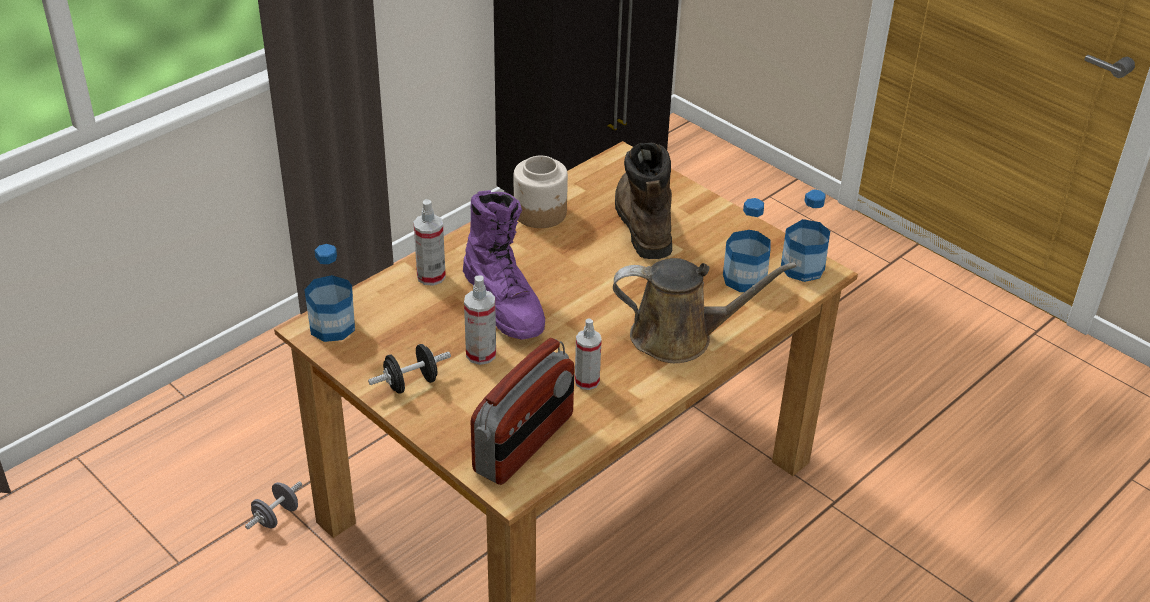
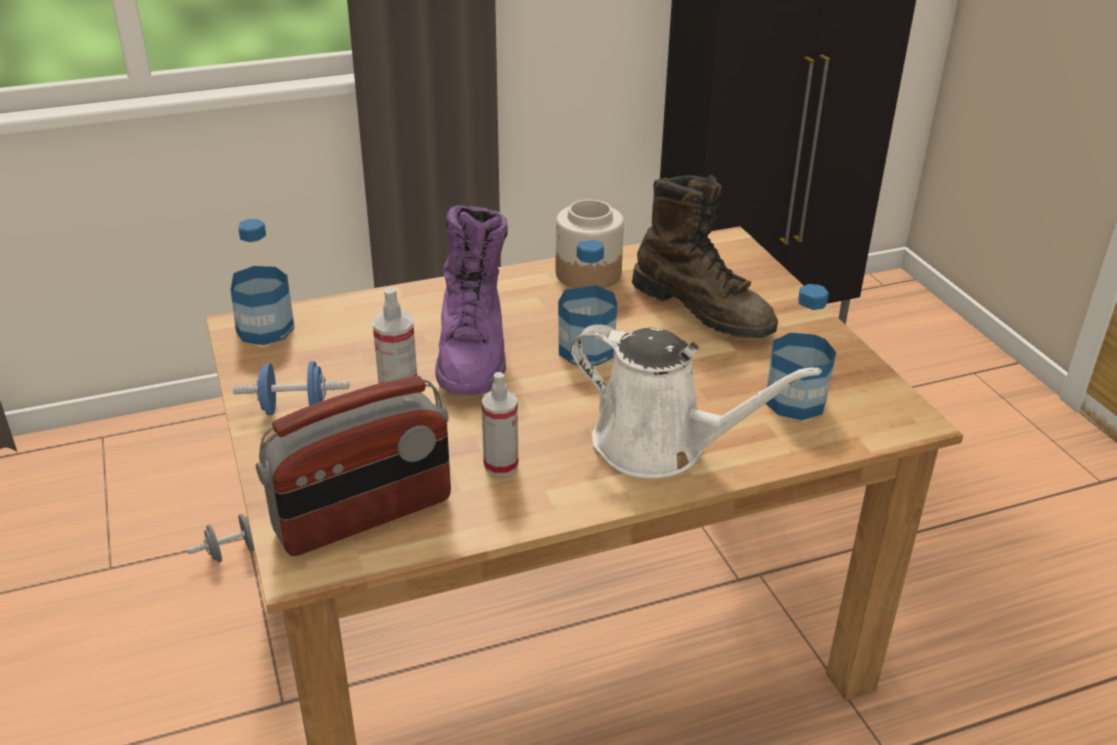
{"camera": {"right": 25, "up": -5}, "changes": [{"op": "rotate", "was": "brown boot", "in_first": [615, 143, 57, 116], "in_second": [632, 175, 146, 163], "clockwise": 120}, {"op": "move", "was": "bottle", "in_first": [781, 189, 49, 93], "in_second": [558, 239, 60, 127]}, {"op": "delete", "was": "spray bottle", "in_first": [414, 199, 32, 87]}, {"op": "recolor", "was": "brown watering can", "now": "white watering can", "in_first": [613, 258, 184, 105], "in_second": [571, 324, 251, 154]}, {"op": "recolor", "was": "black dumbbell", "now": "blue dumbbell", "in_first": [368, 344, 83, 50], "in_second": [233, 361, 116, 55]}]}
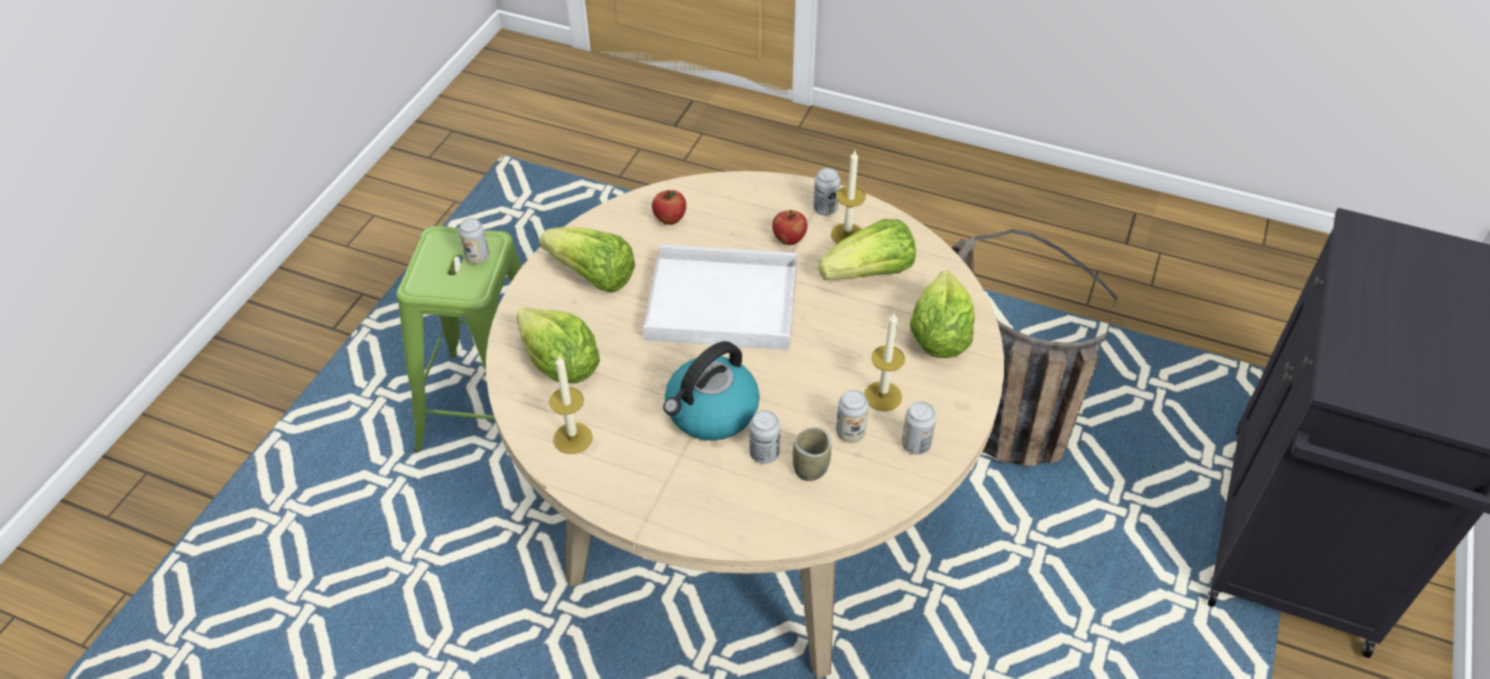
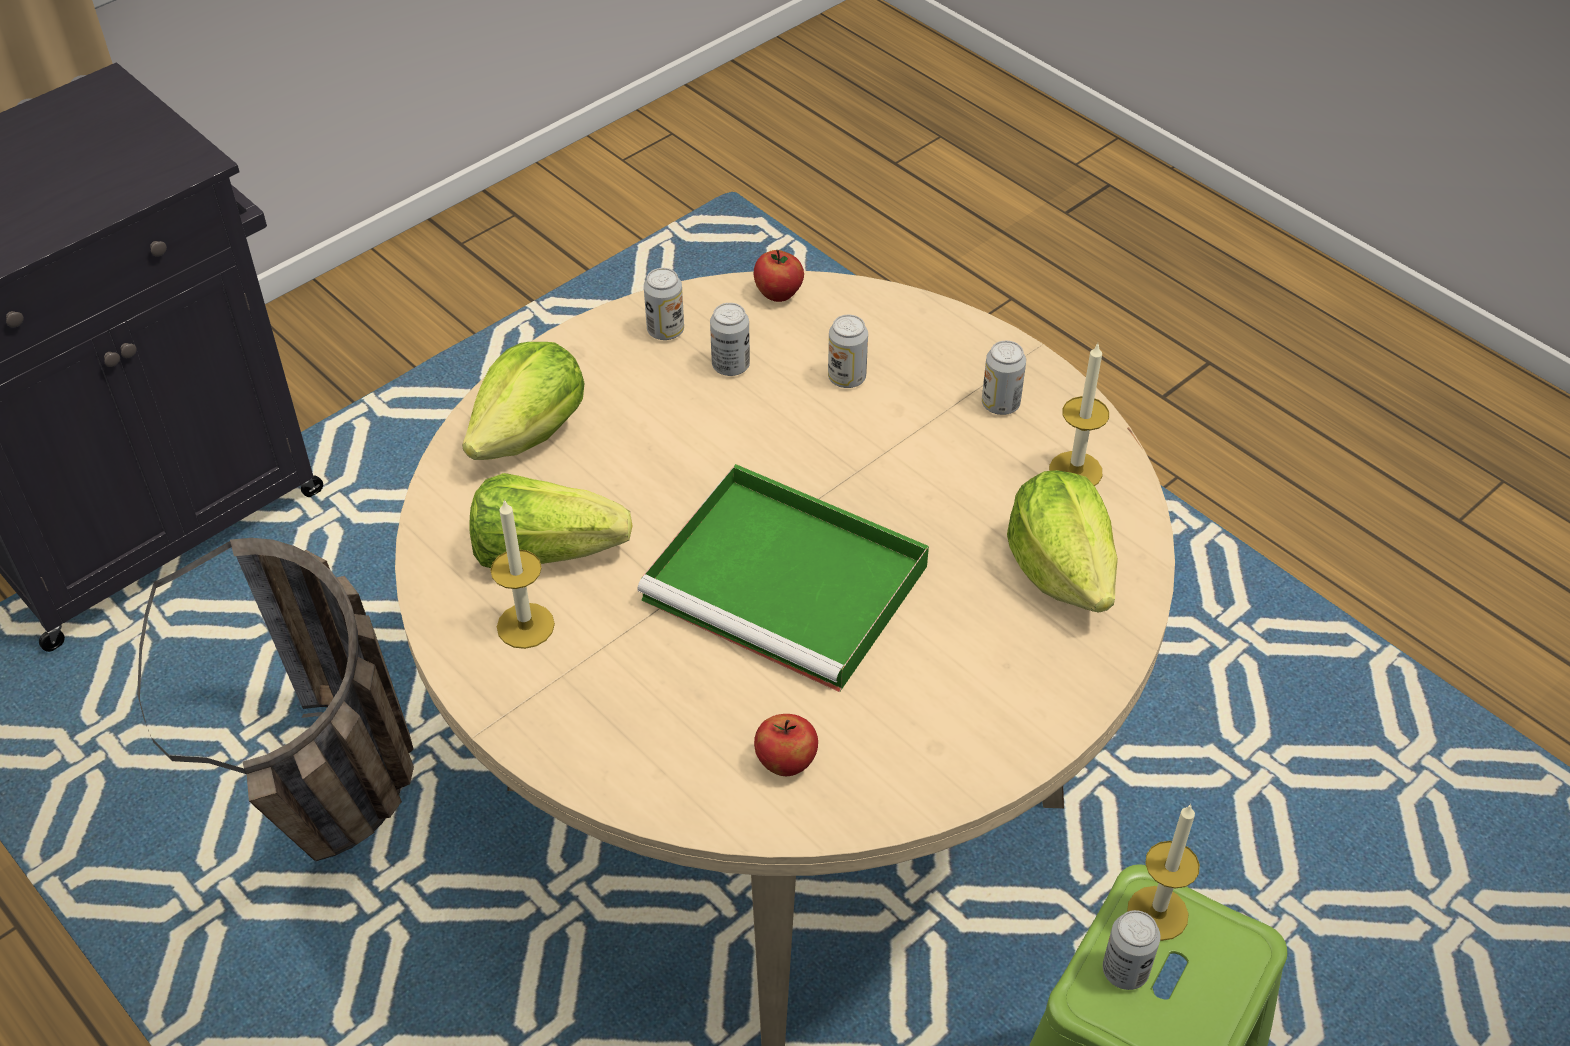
{"camera": {"right": -155, "up": 0}, "changes": [{"op": "move", "was": "can", "in_first": [813, 168, 27, 48], "in_second": [982, 341, 44, 74]}, {"op": "move", "was": "apple", "in_first": [772, 210, 35, 35], "in_second": [754, 250, 50, 52]}, {"op": "delete", "was": "lettuce", "in_first": [539, 227, 96, 65]}, {"op": "recolor", "was": "white tray", "now": "green tray", "in_first": [643, 244, 154, 106], "in_second": [637, 464, 292, 228]}, {"op": "move", "was": "candle", "in_first": [864, 313, 41, 98], "in_second": [1127, 804, 73, 137]}, {"op": "delete", "was": "kettle", "in_first": [663, 341, 97, 100]}, {"op": "delete", "was": "cup", "in_first": [792, 427, 39, 54]}]}
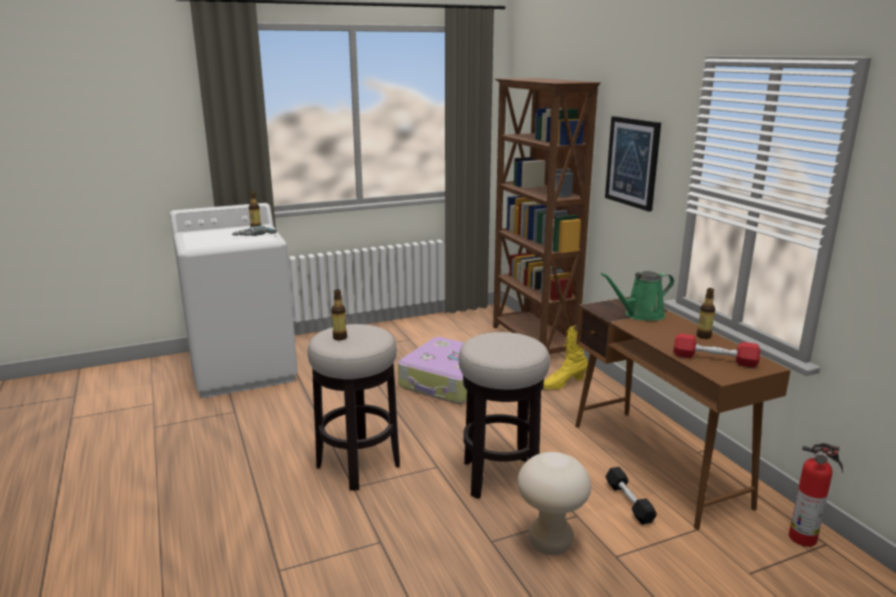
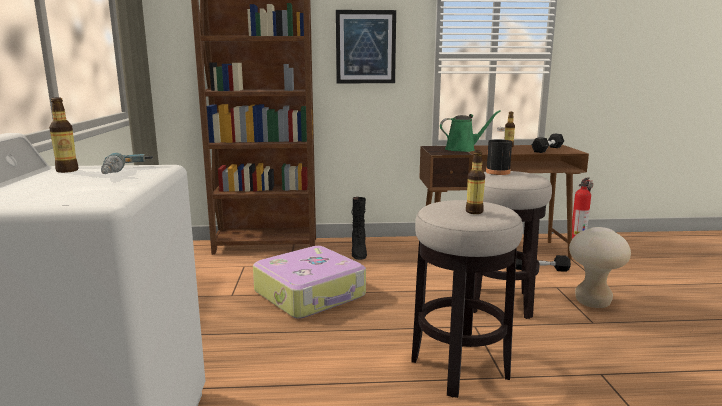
{"camera": {"right": -70, "up": -5}, "changes": [{"op": "rotate", "was": "green watering can", "in_first": [601, 271, 73, 50], "in_second": [440, 110, 61, 42], "clockwise": -105}, {"op": "recolor", "was": "yellow boot", "now": "black boot", "in_first": [543, 325, 45, 65], "in_second": [352, 197, 15, 63]}, {"op": "recolor", "was": "red dumbbell", "now": "black dumbbell", "in_first": [673, 333, 88, 34], "in_second": [532, 134, 32, 19]}, {"op": "insert", "now": "black bottle", "in_second": [486, 127, 26, 48]}]}
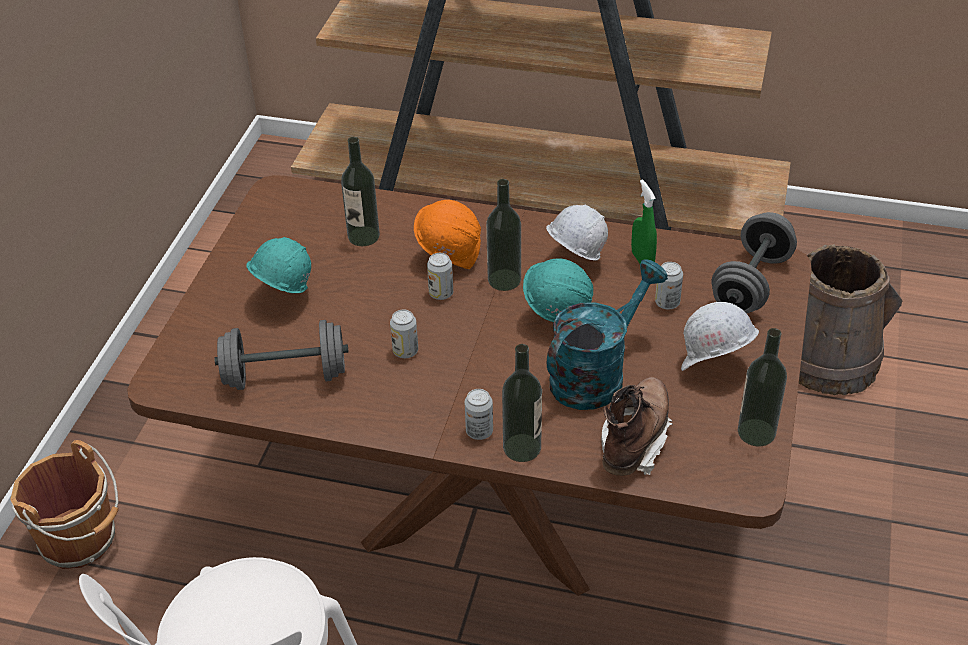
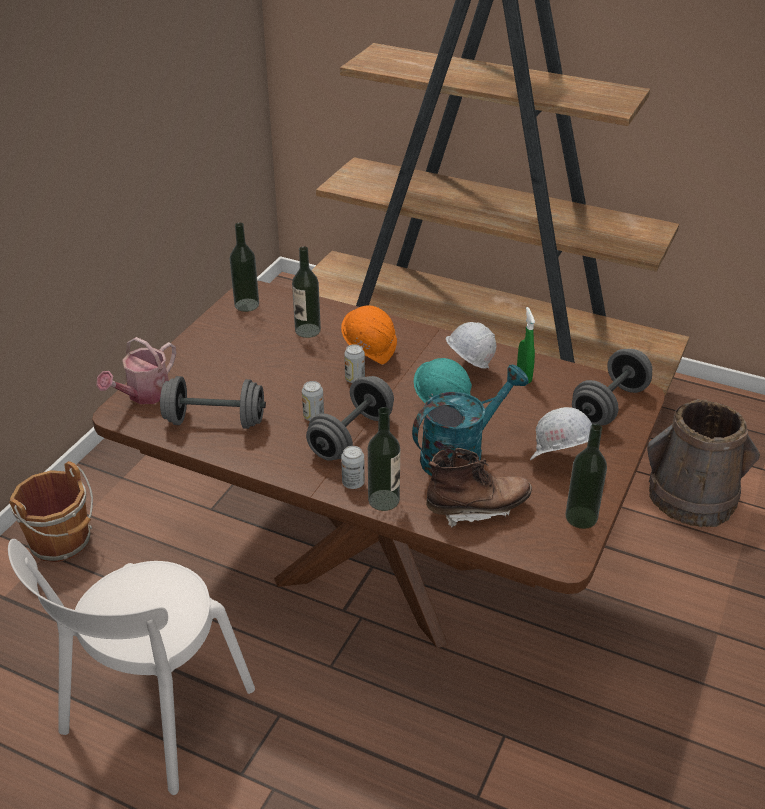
{"camera": {"right": 10, "up": -5}, "changes": [{"op": "move", "was": "bottle", "in_first": [486, 179, 35, 112], "in_second": [230, 223, 29, 89]}, {"op": "delete", "was": "turquoise hard hat", "in_first": [246, 237, 65, 56]}, {"op": "delete", "was": "can", "in_first": [655, 262, 28, 47]}, {"op": "rotate", "was": "brown boot", "in_first": [601, 377, 72, 99], "in_second": [426, 448, 106, 80], "clockwise": 45}, {"op": "insert", "now": "watering can", "in_second": [97, 337, 79, 67]}, {"op": "insert", "now": "grey dumbbell", "in_second": [306, 376, 88, 85]}]}
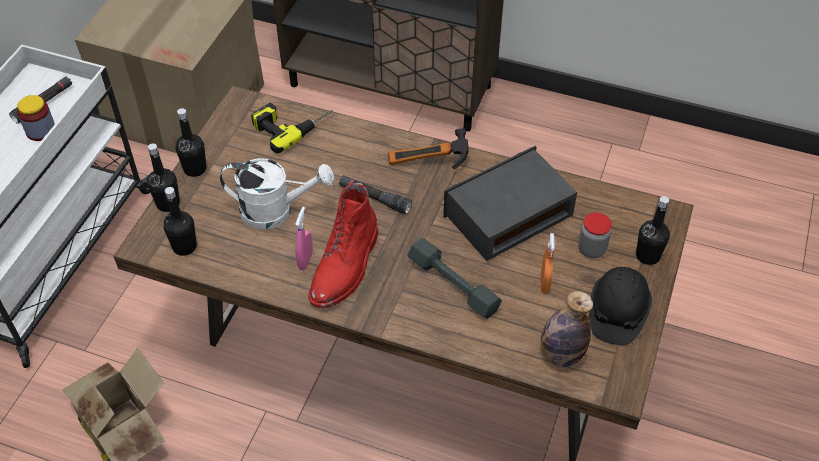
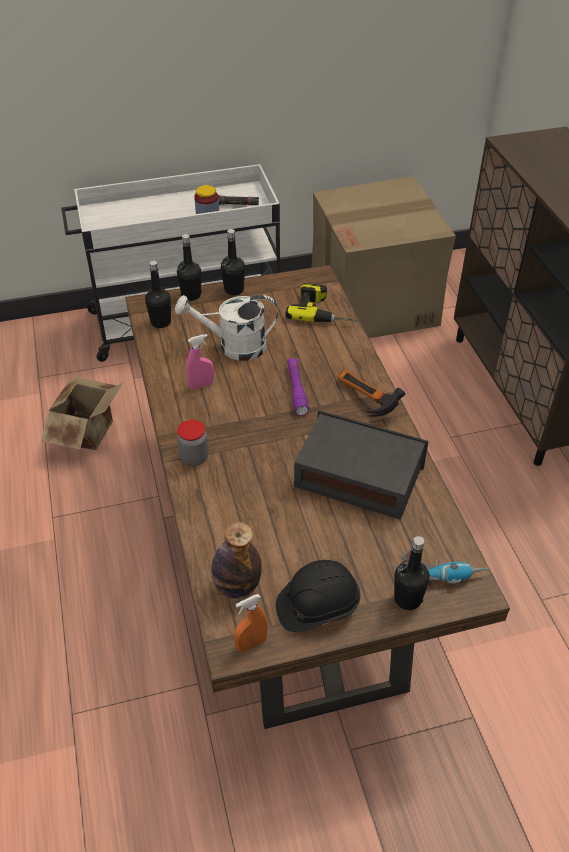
{"camera": {"right": 55, "up": -5}, "changes": [{"op": "rotate", "was": "white watering can", "in_first": [220, 158, 114, 71], "in_second": [175, 295, 103, 66], "clockwise": 120}, {"op": "recolor", "was": "black flashlight", "now": "purple flashlight", "in_first": [339, 175, 73, 39], "in_second": [287, 358, 22, 58]}, {"op": "delete", "was": "red boot", "in_first": [308, 183, 71, 125]}, {"op": "move", "was": "jar", "in_first": [578, 213, 34, 45], "in_second": [177, 420, 31, 46]}, {"op": "move", "was": "orange spray bottle", "in_first": [541, 233, 14, 61], "in_second": [234, 594, 34, 59]}, {"op": "delete", "was": "grey dumbbell", "in_first": [407, 238, 95, 81]}, {"op": "insert", "now": "power drill", "in_second": [402, 548, 87, 36]}]}
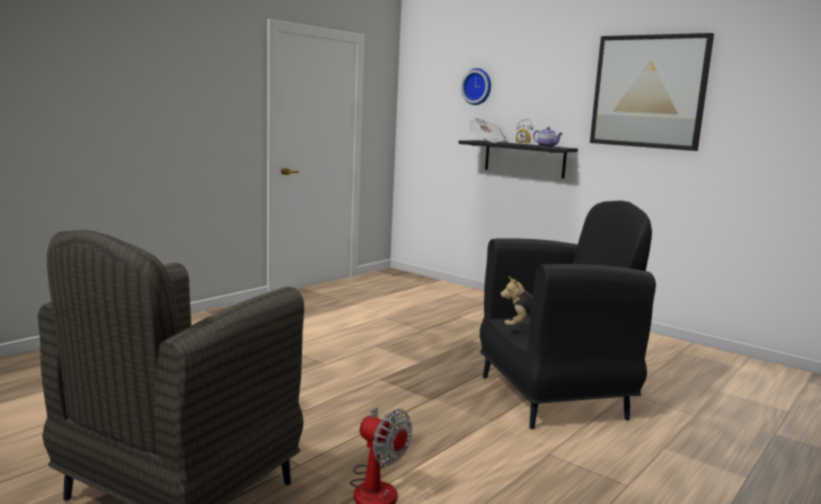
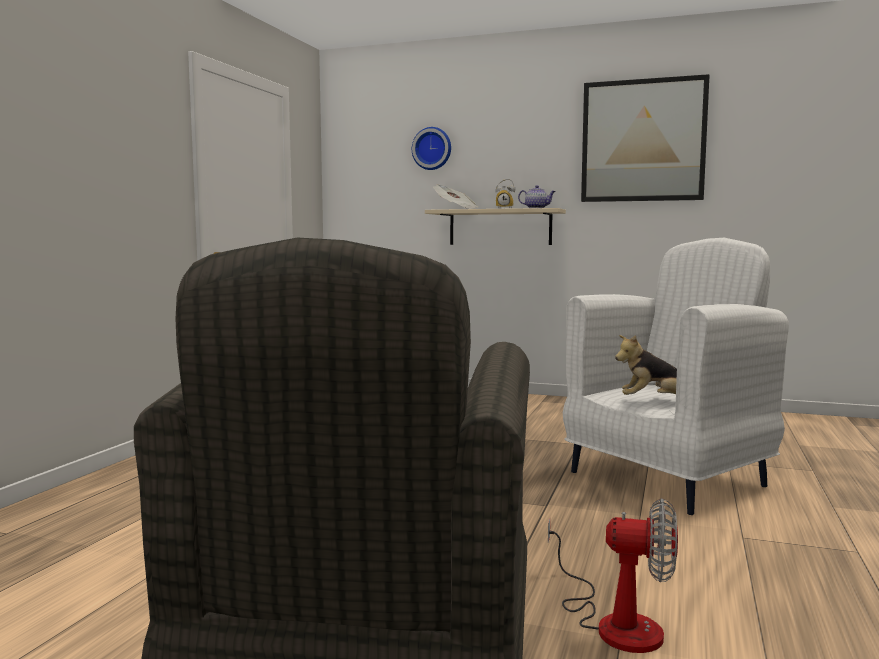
{"camera": {"right": -20, "up": -5}, "changes": [{"op": "recolor", "was": "black shelf", "now": "beige shelf", "in_first": [458, 140, 120, 39], "in_second": [425, 208, 141, 37]}, {"op": "recolor", "was": "black armchair", "now": "white armchair", "in_first": [480, 200, 176, 229], "in_second": [563, 238, 226, 277]}]}
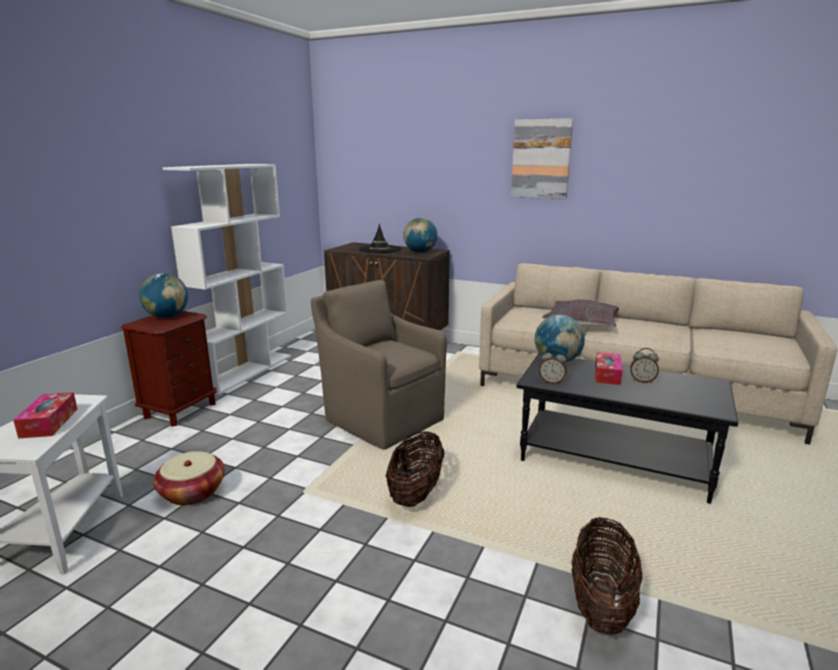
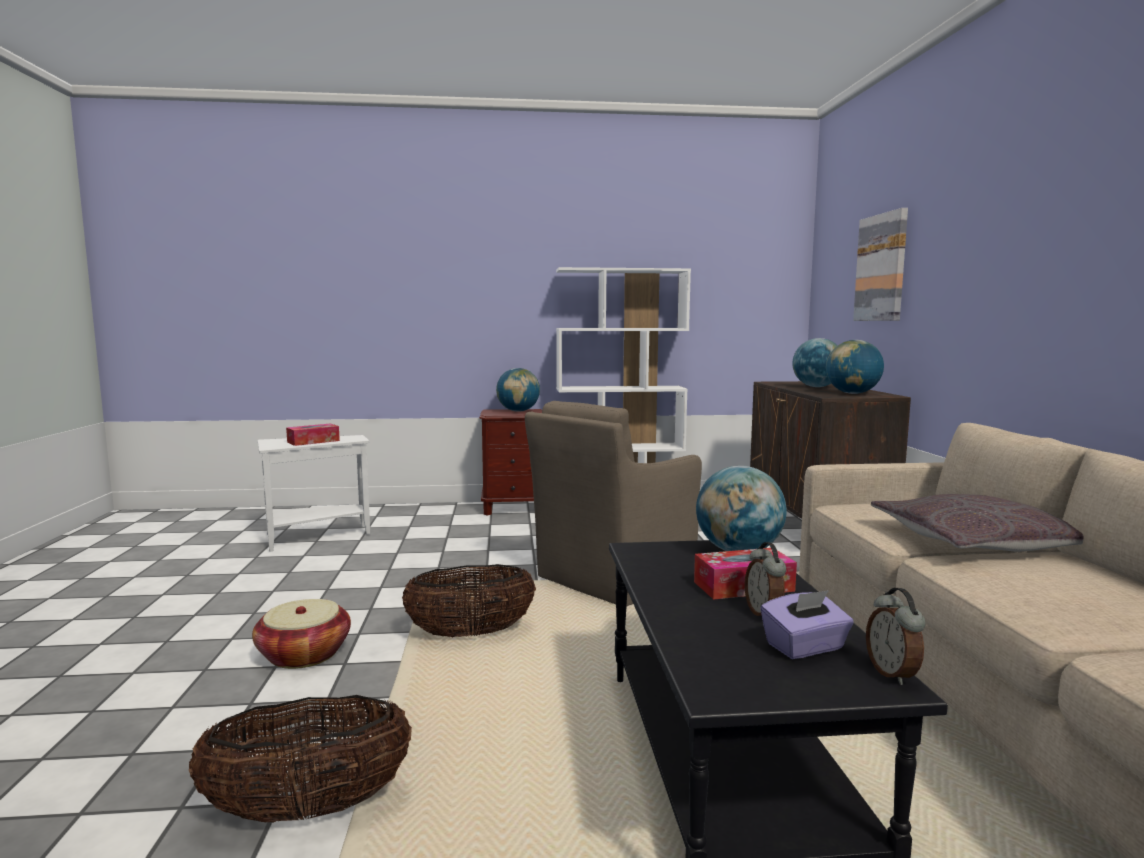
{"camera": {"right": 60, "up": -10}, "changes": [{"op": "move", "was": "picture", "in_first": [511, 118, 62, 81], "in_second": [853, 208, 55, 113]}, {"op": "replace", "was": "black hat", "now": "globe", "in_first": [359, 224, 42, 29], "in_second": [792, 338, 46, 49]}, {"op": "rotate", "was": "brown armchair", "in_first": [311, 280, 136, 170], "in_second": [525, 401, 177, 206], "clockwise": -150}, {"op": "move", "was": "alarm clock", "in_first": [539, 349, 28, 35], "in_second": [866, 588, 59, 97]}, {"op": "move", "was": "basket", "in_first": [153, 451, 72, 54], "in_second": [252, 599, 99, 70]}, {"op": "insert", "now": "purple tissue box", "in_second": [760, 590, 94, 69]}]}
